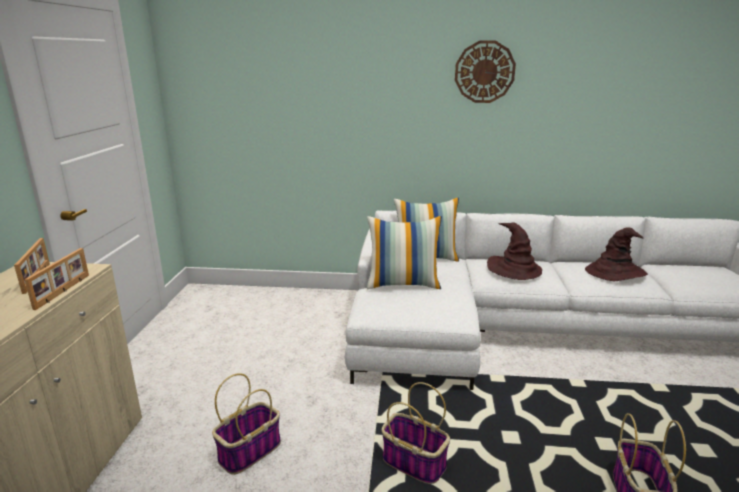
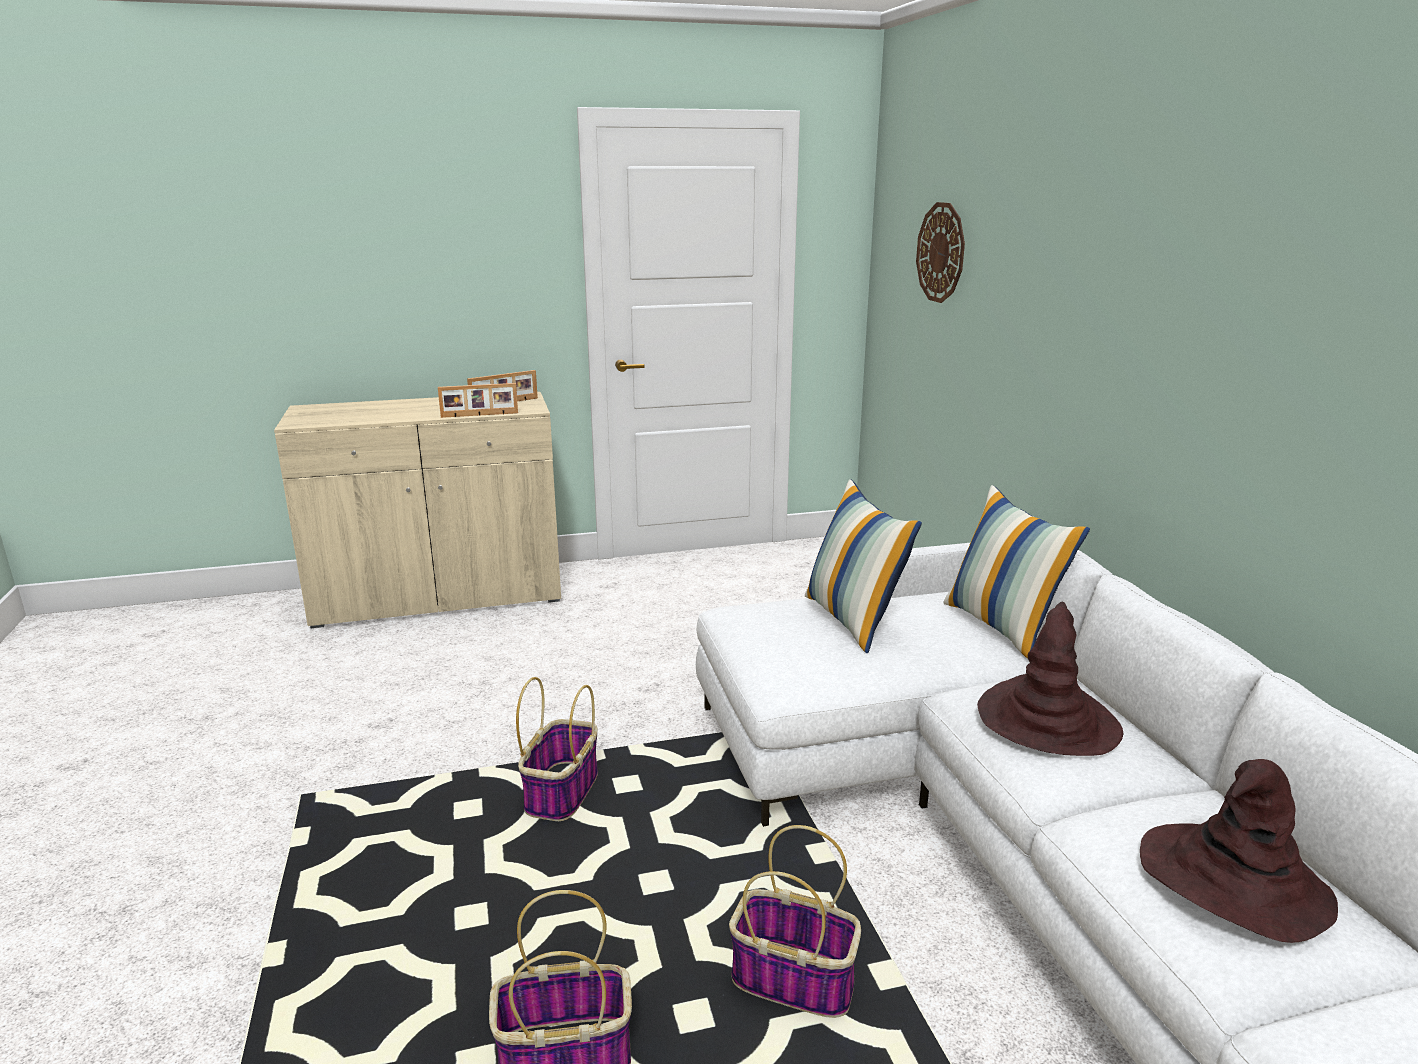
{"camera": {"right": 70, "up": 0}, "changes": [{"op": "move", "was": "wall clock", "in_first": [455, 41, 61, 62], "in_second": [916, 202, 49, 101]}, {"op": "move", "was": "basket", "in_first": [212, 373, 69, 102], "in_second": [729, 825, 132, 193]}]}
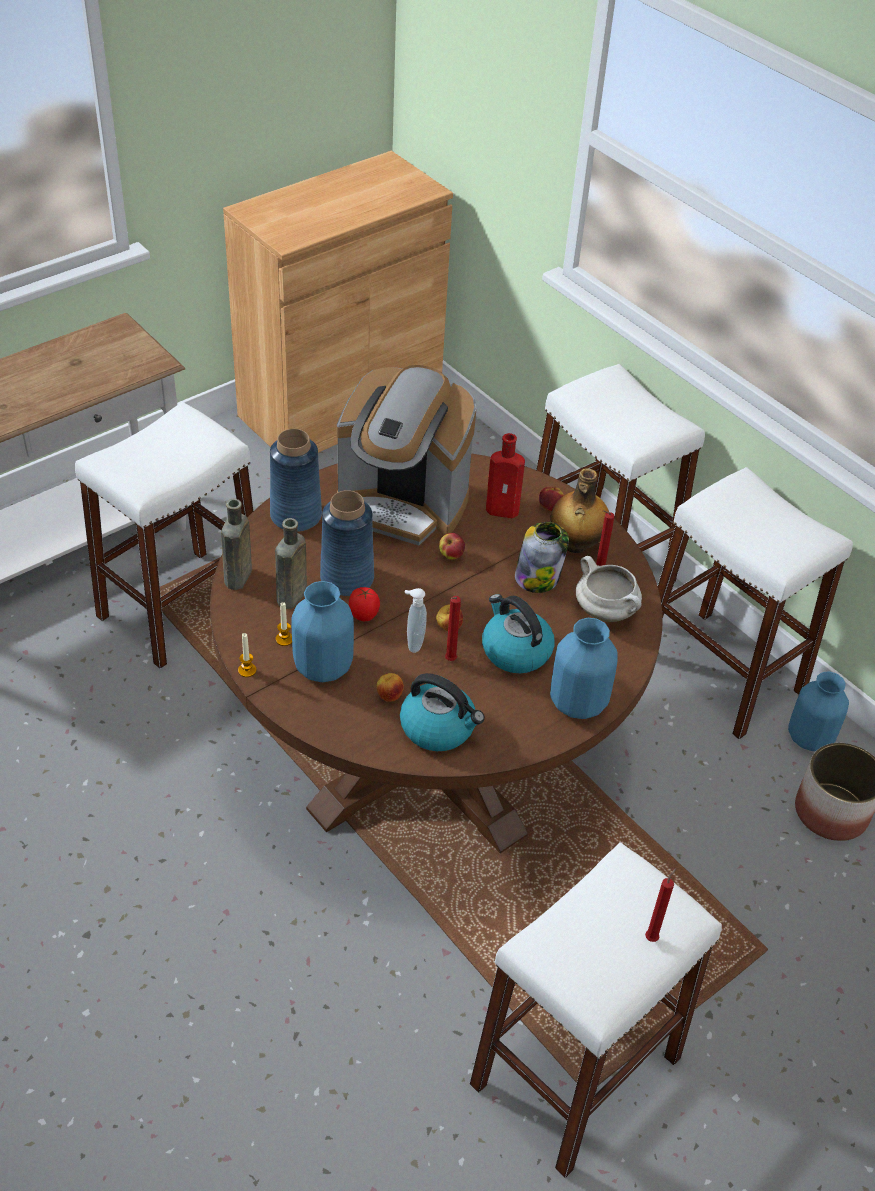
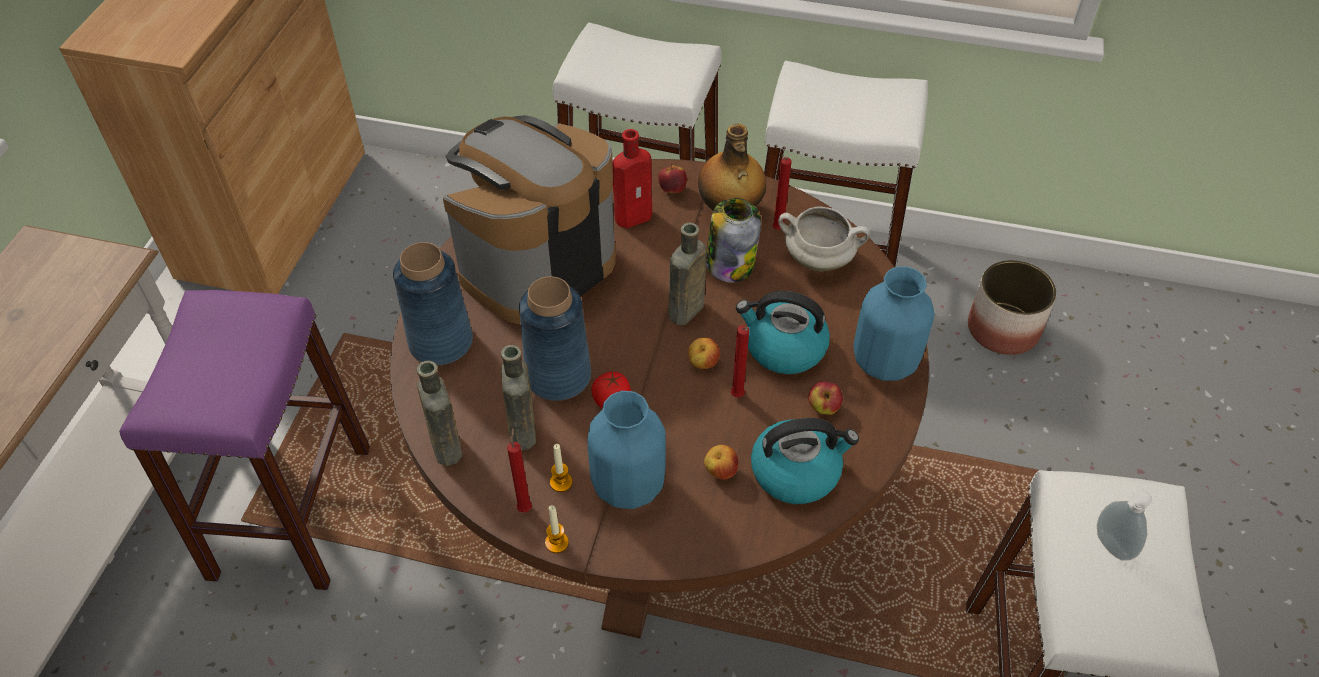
{"camera": {"right": -35, "up": 5}, "changes": [{"op": "rotate", "was": "coffee machine", "in_first": [336, 365, 140, 181], "in_second": [443, 115, 173, 210], "clockwise": 150}, {"op": "recolor", "was": "white stool", "now": "purple stool", "in_first": [75, 402, 179, 267], "in_second": [119, 290, 251, 300]}, {"op": "move", "was": "apple", "in_first": [439, 533, 26, 27], "in_second": [808, 381, 35, 34]}, {"op": "move", "was": "soap dispenser", "in_first": [405, 588, 22, 65], "in_second": [1097, 489, 55, 71]}, {"op": "delete", "was": "blue vase", "in_first": [788, 671, 61, 80]}, {"op": "move", "was": "red candle", "in_first": [645, 868, 31, 74], "in_second": [507, 428, 25, 85]}, {"op": "insert", "now": "brown bottle", "in_second": [668, 223, 39, 102]}]}
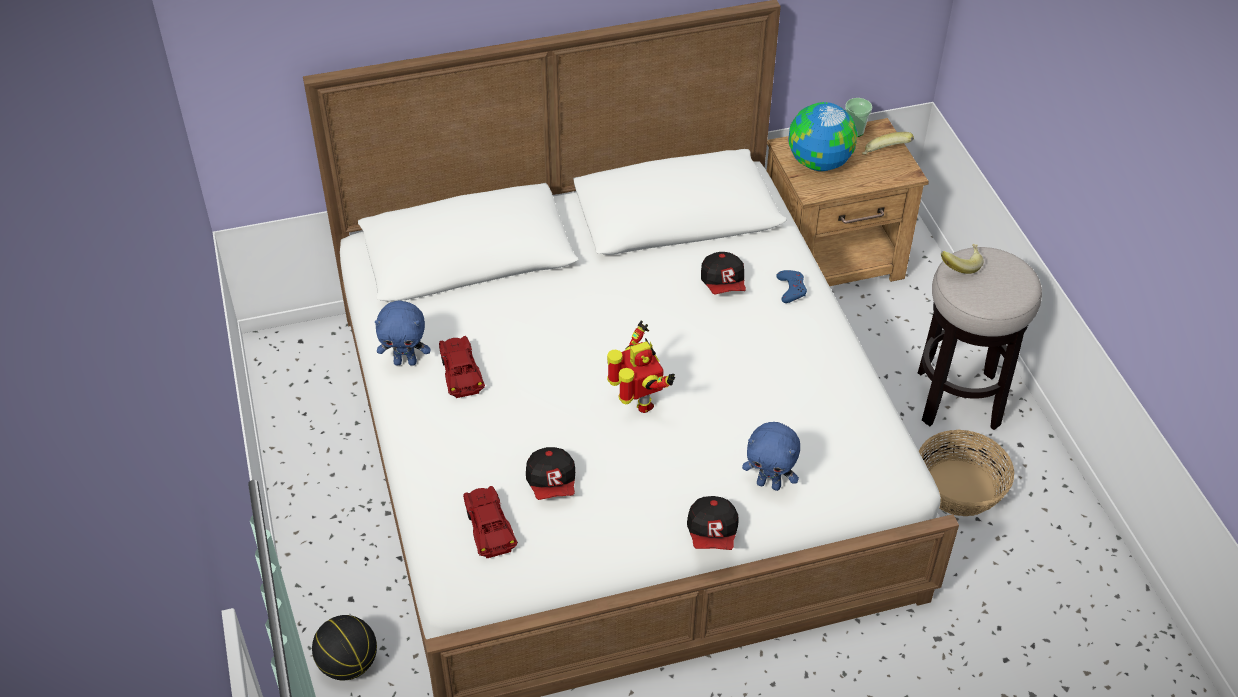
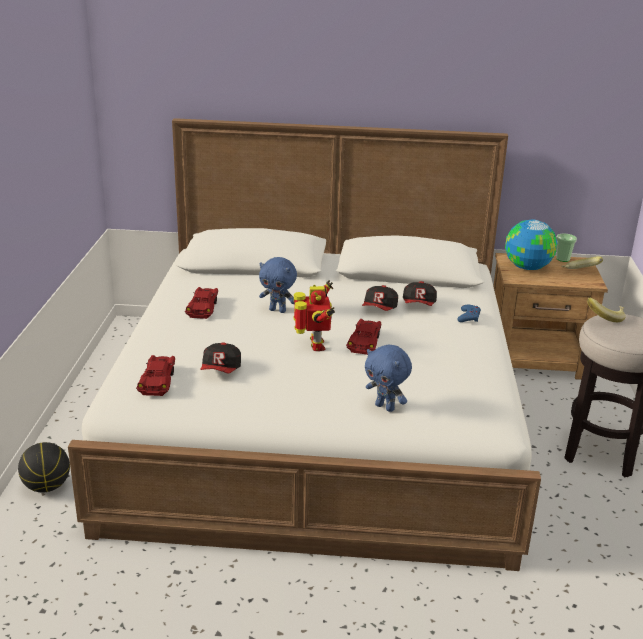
{"camera": {"right": 20, "up": -20}, "changes": [{"op": "move", "was": "blue plush toy", "in_first": [375, 300, 55, 66], "in_second": [259, 257, 38, 56]}, {"op": "delete", "was": "basket", "in_first": [919, 429, 95, 87]}, {"op": "move", "was": "cap", "in_first": [687, 496, 51, 54], "in_second": [362, 285, 36, 26]}, {"op": "insert", "now": "red toy car", "in_second": [346, 319, 35, 36]}]}
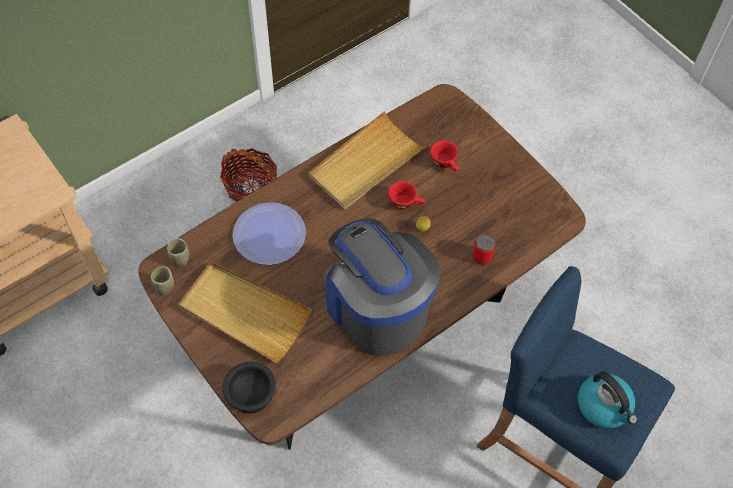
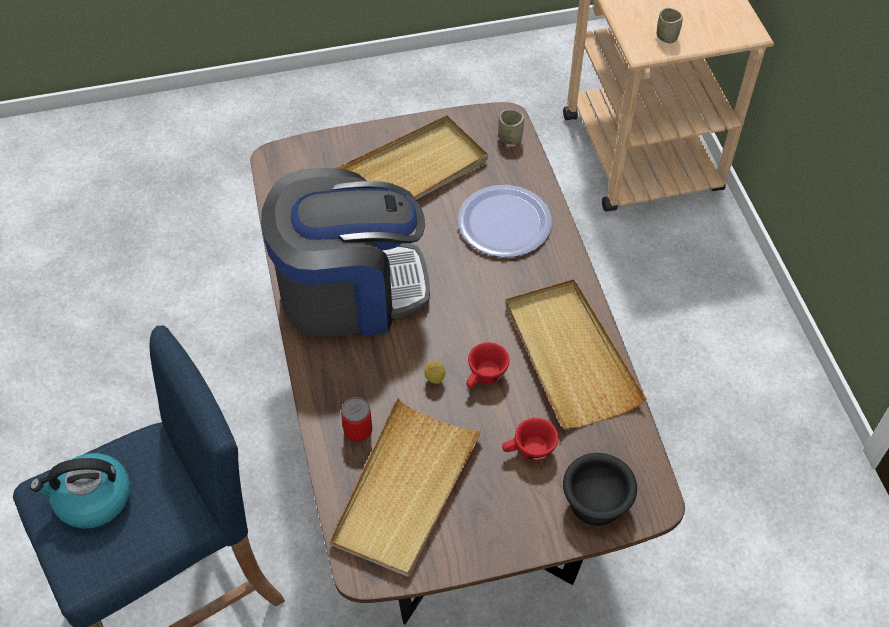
{"camera": {"right": 115, "up": -5}, "changes": [{"op": "delete", "was": "basket", "in_first": [220, 148, 57, 54]}, {"op": "move", "was": "cup", "in_first": [151, 266, 23, 29], "in_second": [657, 8, 26, 35]}, {"op": "move", "was": "black bowl", "in_first": [223, 362, 53, 52], "in_second": [563, 453, 74, 73]}, {"op": "insert", "now": "beige tray", "in_second": [330, 397, 153, 180]}]}
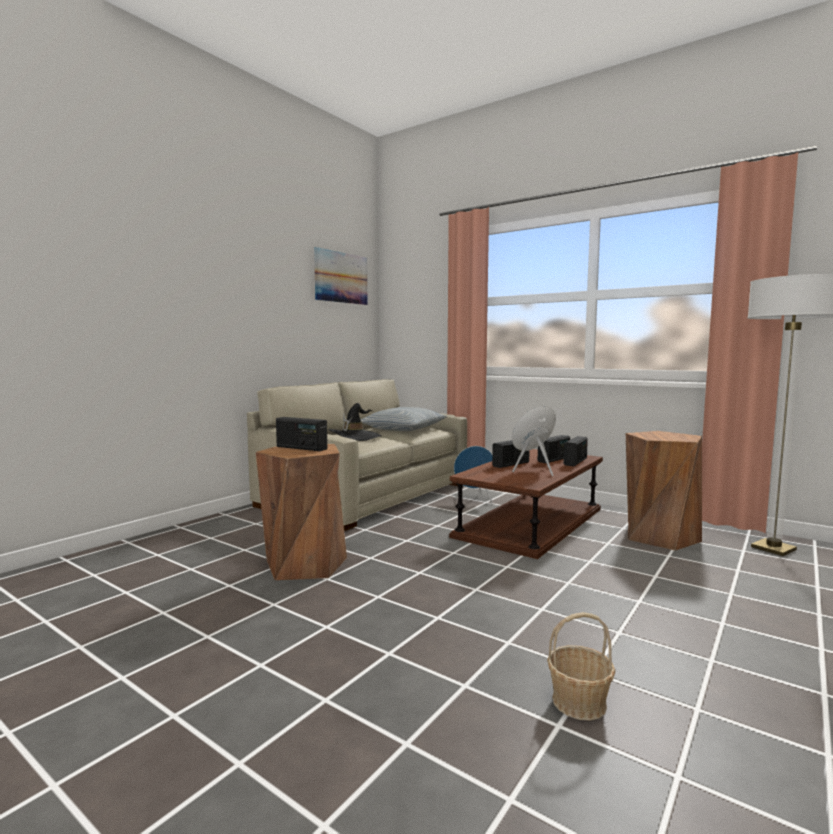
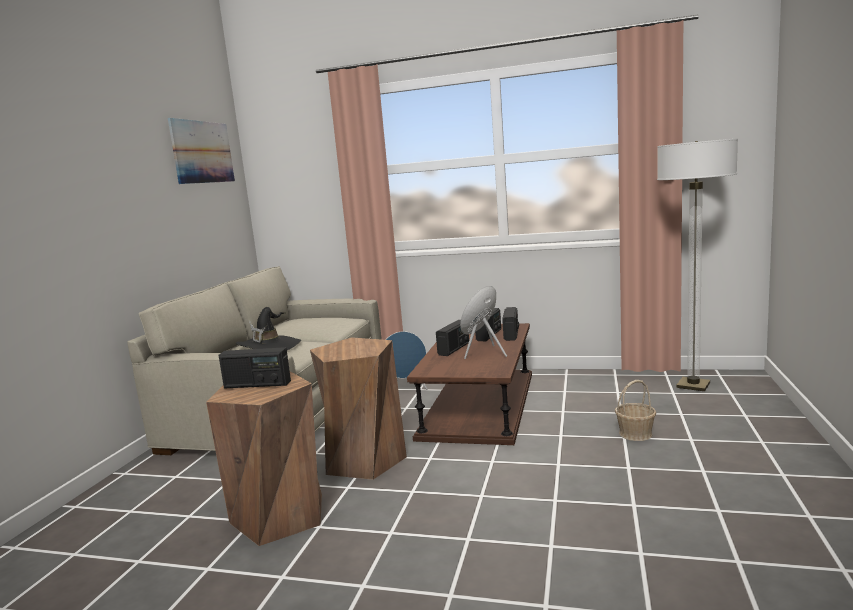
{"camera": {"right": -20, "up": 5}, "changes": [{"op": "delete", "was": "pillow", "in_first": [361, 407, 86, 24]}, {"op": "move", "was": "brown stool", "in_first": [626, 431, 76, 119], "in_second": [310, 337, 97, 143]}, {"op": "move", "was": "basket", "in_first": [547, 612, 68, 109], "in_second": [615, 380, 41, 61]}]}
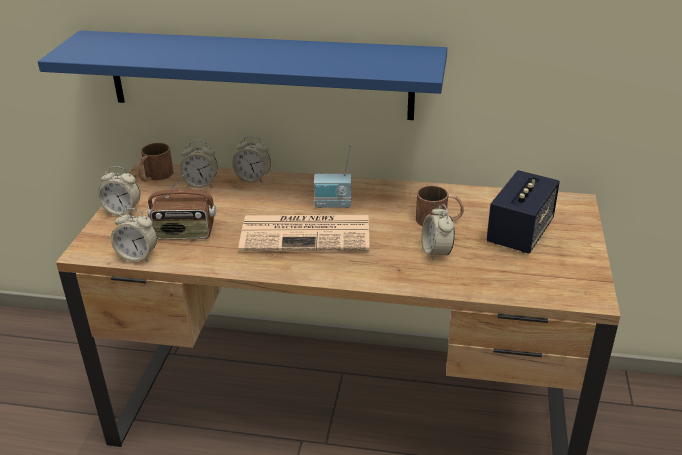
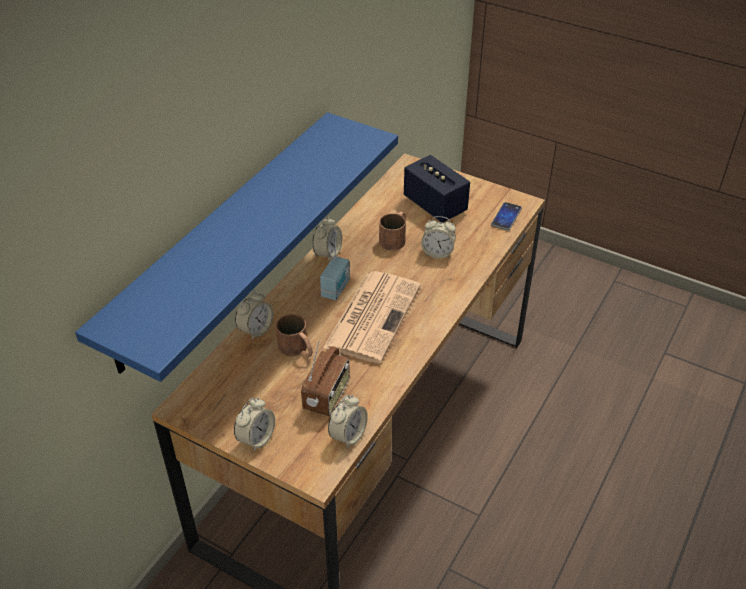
{"camera": {"right": -70, "up": 10}, "changes": [{"op": "move", "was": "alarm clock", "in_first": [180, 141, 38, 47], "in_second": [312, 216, 30, 46]}, {"op": "move", "was": "brown mug", "in_first": [138, 143, 36, 39], "in_second": [276, 314, 37, 43]}, {"op": "insert", "now": "phone", "in_second": [491, 202, 31, 29]}]}
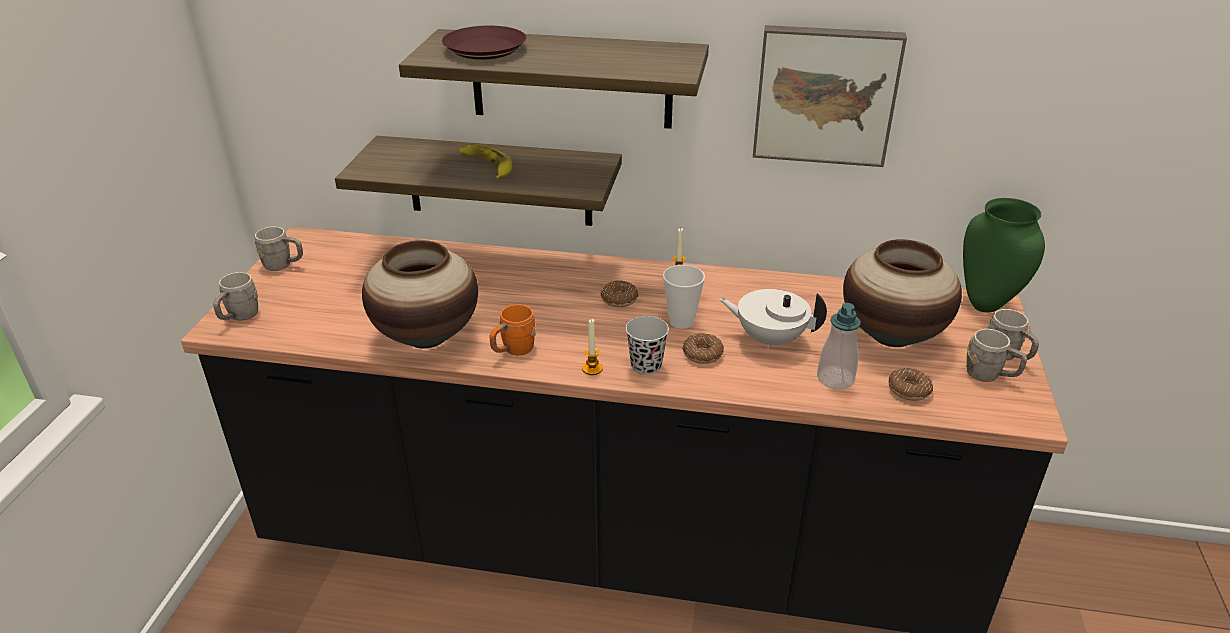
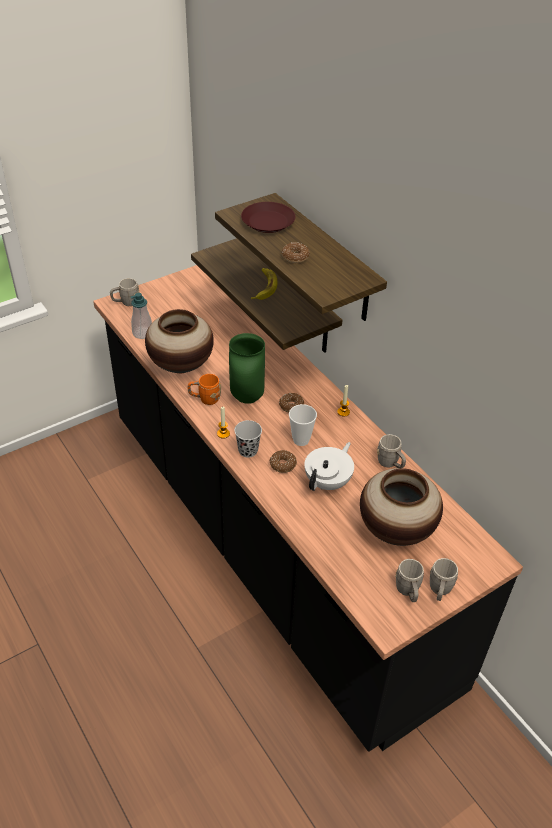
{"camera": {"right": 45, "up": 10}, "changes": [{"op": "delete", "was": "picture", "in_first": [753, 25, 154, 142]}, {"op": "move", "was": "green vase", "in_first": [963, 198, 82, 115], "in_second": [229, 333, 36, 71]}, {"op": "move", "was": "grey mug", "in_first": [255, 227, 48, 44], "in_second": [377, 434, 29, 34]}, {"op": "rotate", "was": "white teapot", "in_first": [719, 289, 108, 60], "in_second": [304, 442, 50, 49], "clockwise": 60}, {"op": "move", "was": "soap dispenser", "in_first": [817, 303, 44, 86], "in_second": [131, 293, 21, 46]}, {"op": "move", "was": "donut", "in_first": [889, 368, 44, 33], "in_second": [282, 242, 28, 21]}]}
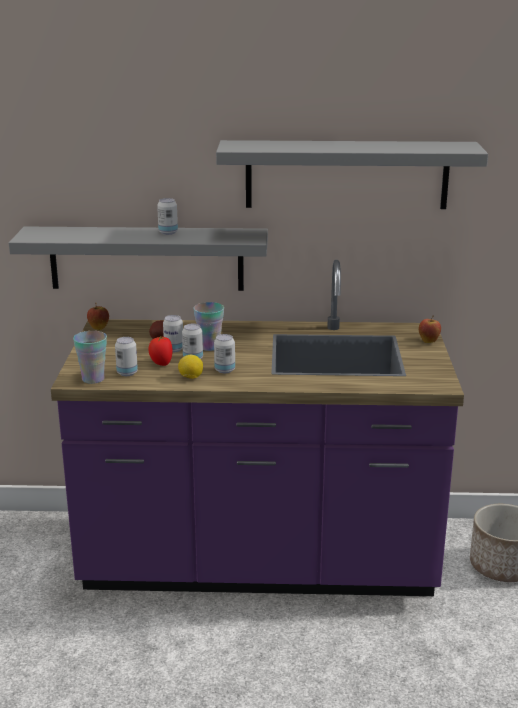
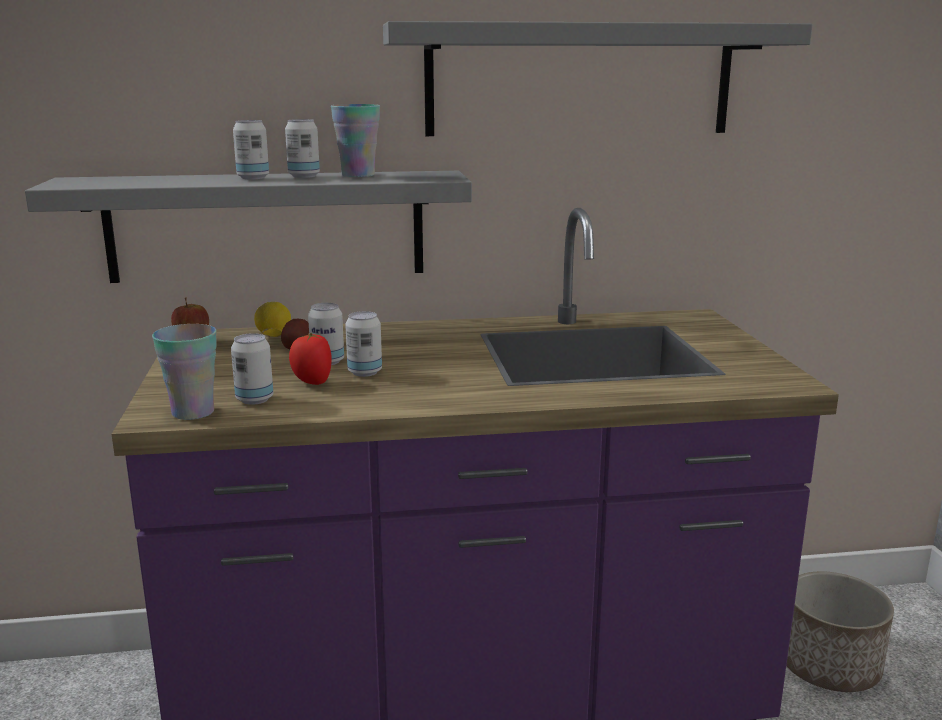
{"camera": {"right": -10, "up": -5}, "changes": [{"op": "move", "was": "cup", "in_first": [193, 302, 31, 49], "in_second": [331, 104, 49, 73]}, {"op": "delete", "was": "apple", "in_first": [419, 315, 22, 28]}, {"op": "move", "was": "can", "in_first": [214, 334, 21, 39], "in_second": [233, 120, 36, 59]}, {"op": "move", "was": "lemon", "in_first": [178, 355, 25, 24], "in_second": [254, 302, 37, 35]}]}
